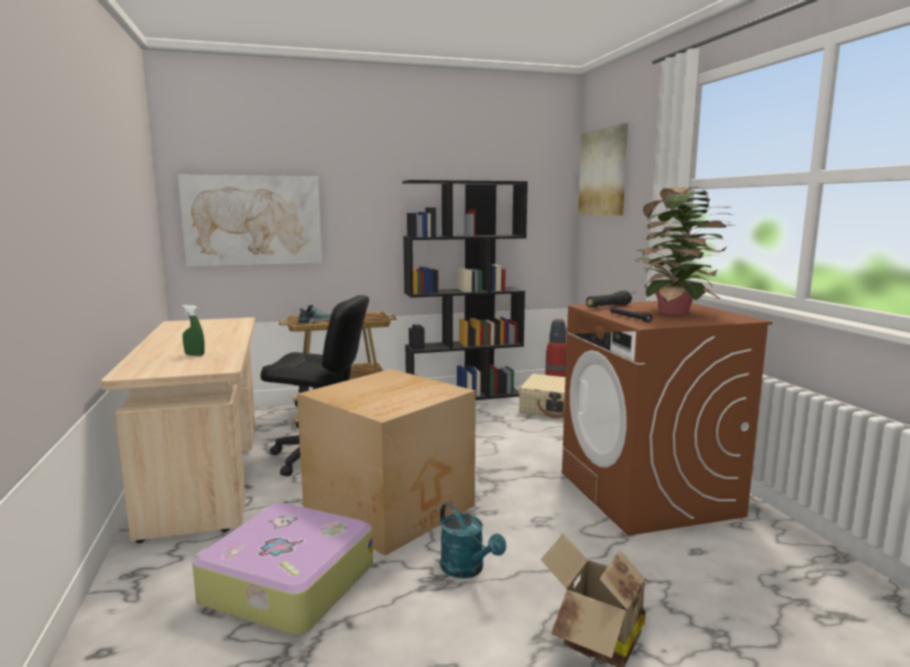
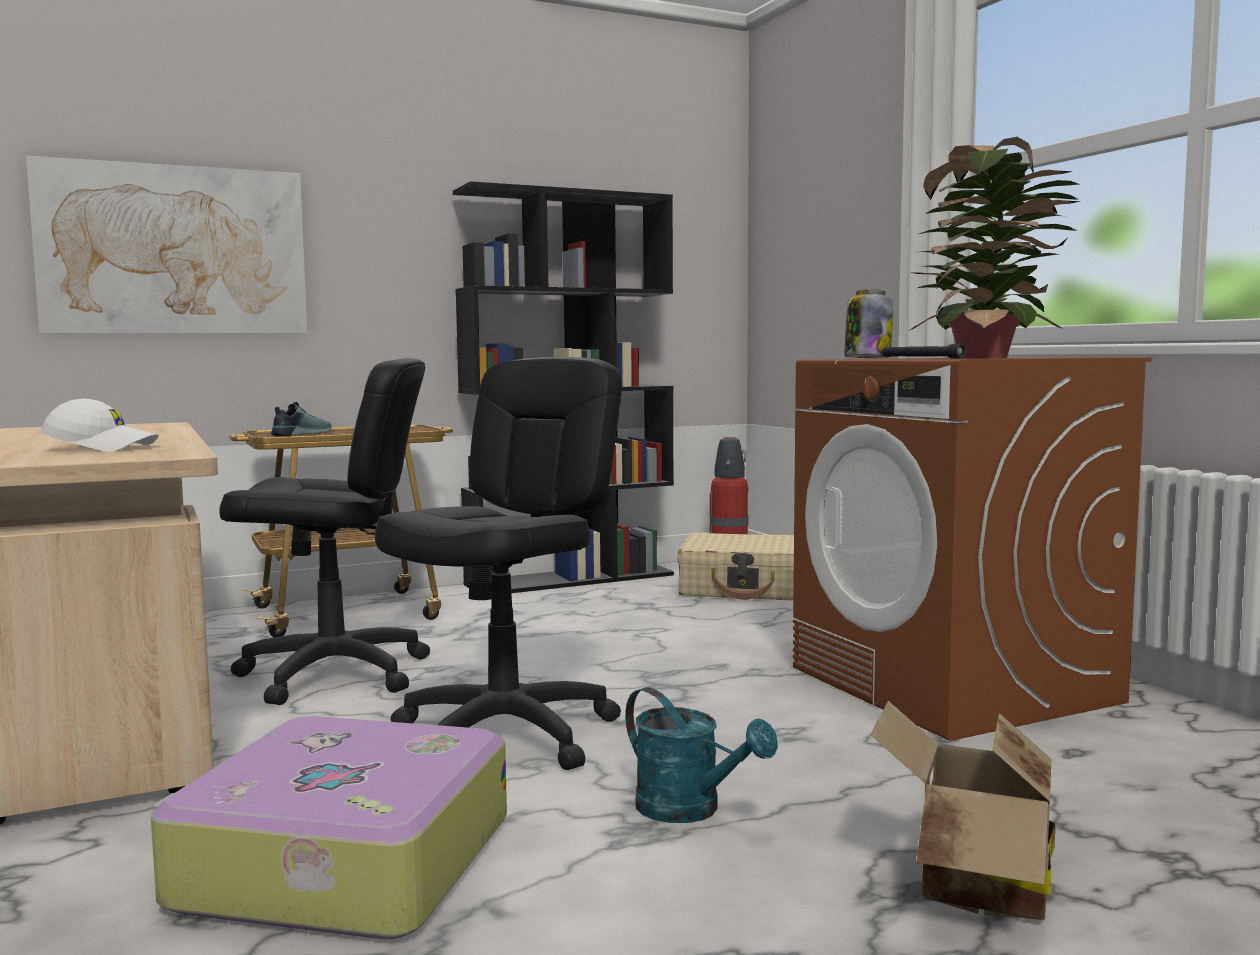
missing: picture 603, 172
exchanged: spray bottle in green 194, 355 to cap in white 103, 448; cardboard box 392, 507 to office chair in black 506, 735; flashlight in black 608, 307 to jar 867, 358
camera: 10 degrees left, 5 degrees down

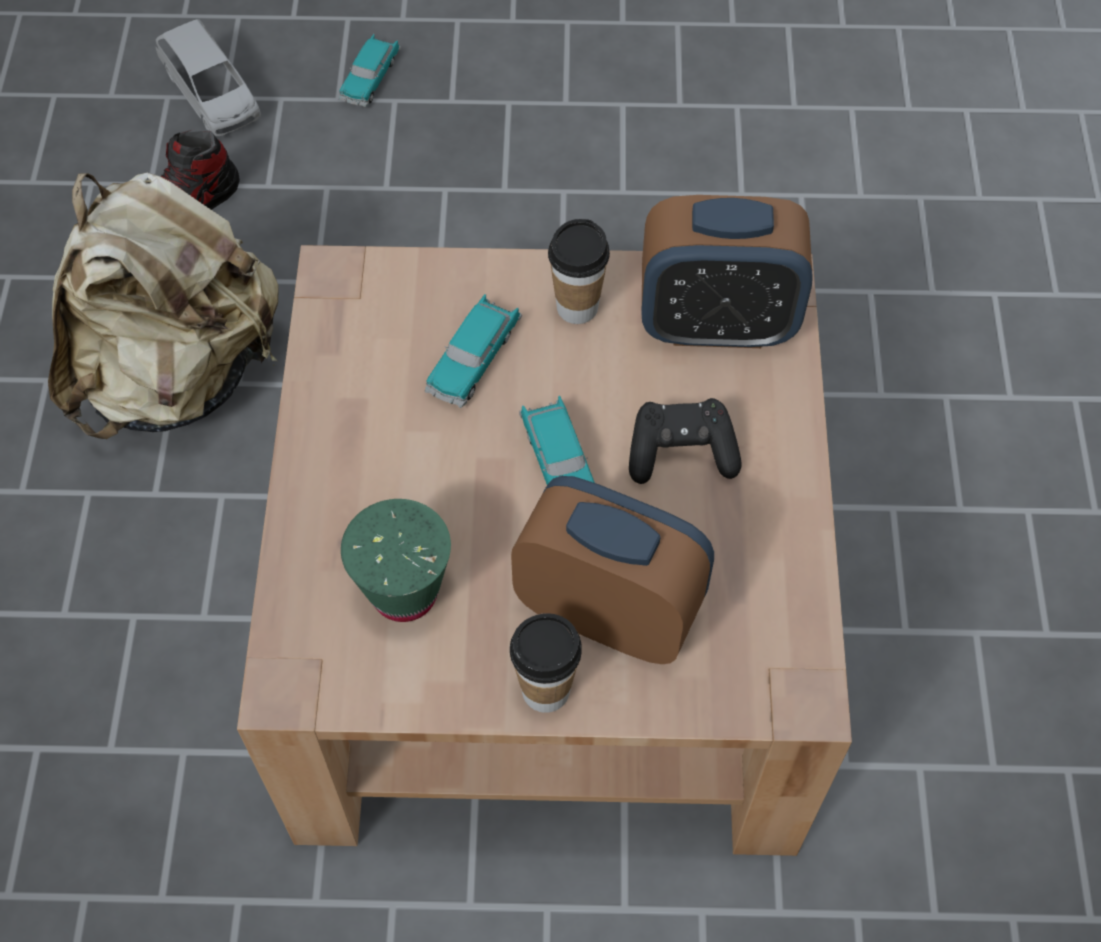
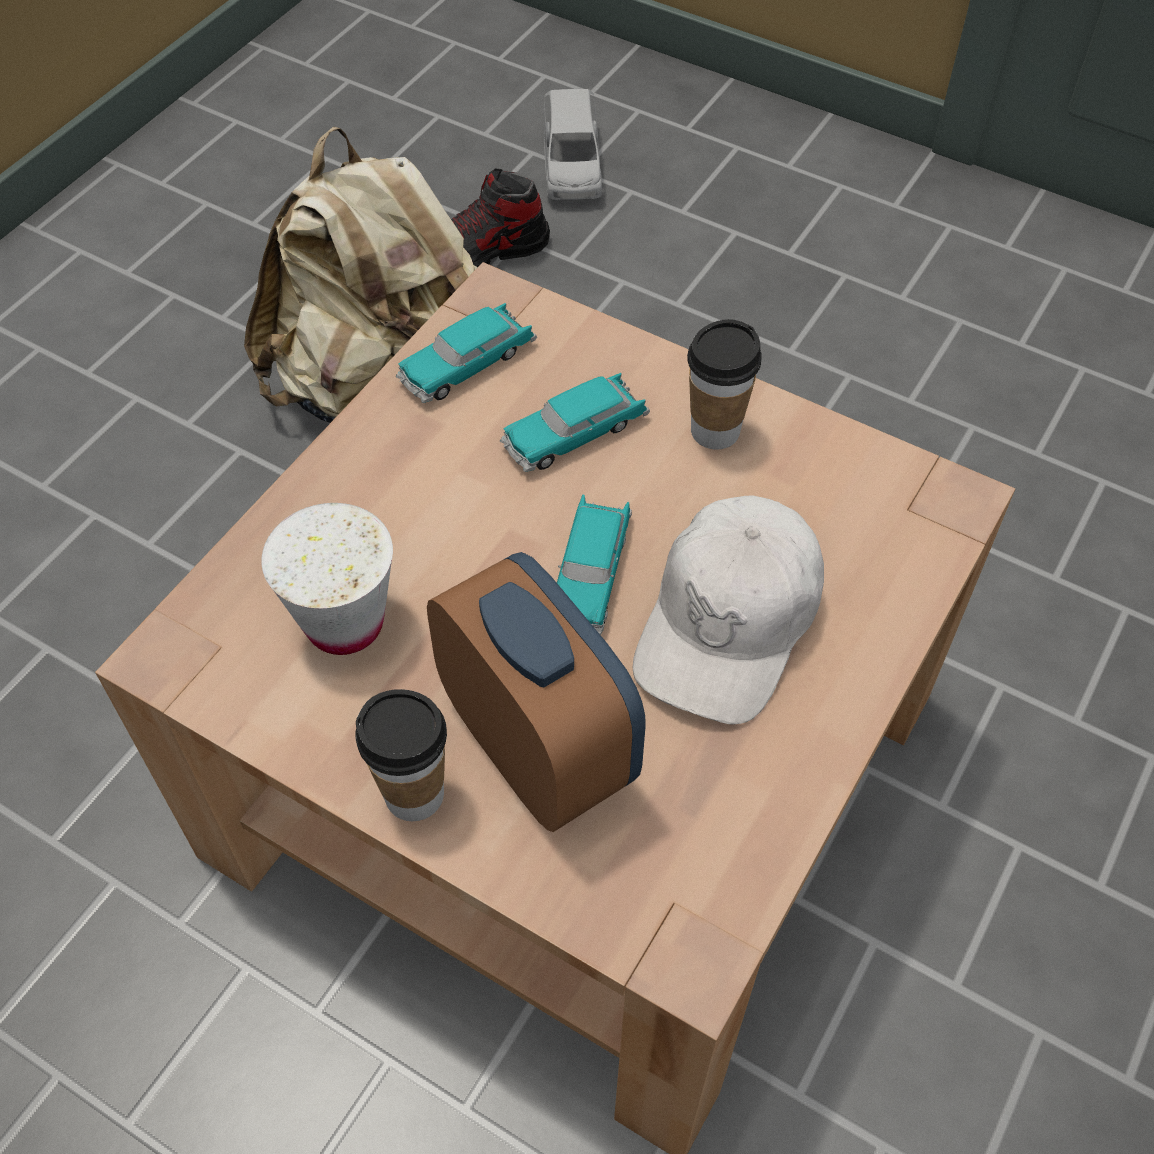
missing: alarm clock 716, 323
relocated: toy car 370, 78 to 467, 364
exchanged: game controller in black 681, 452 to cap in white 729, 623
colour: cup in green 404, 593 to cup in white 344, 623
camera: 30 degrees right, 5 degrees down

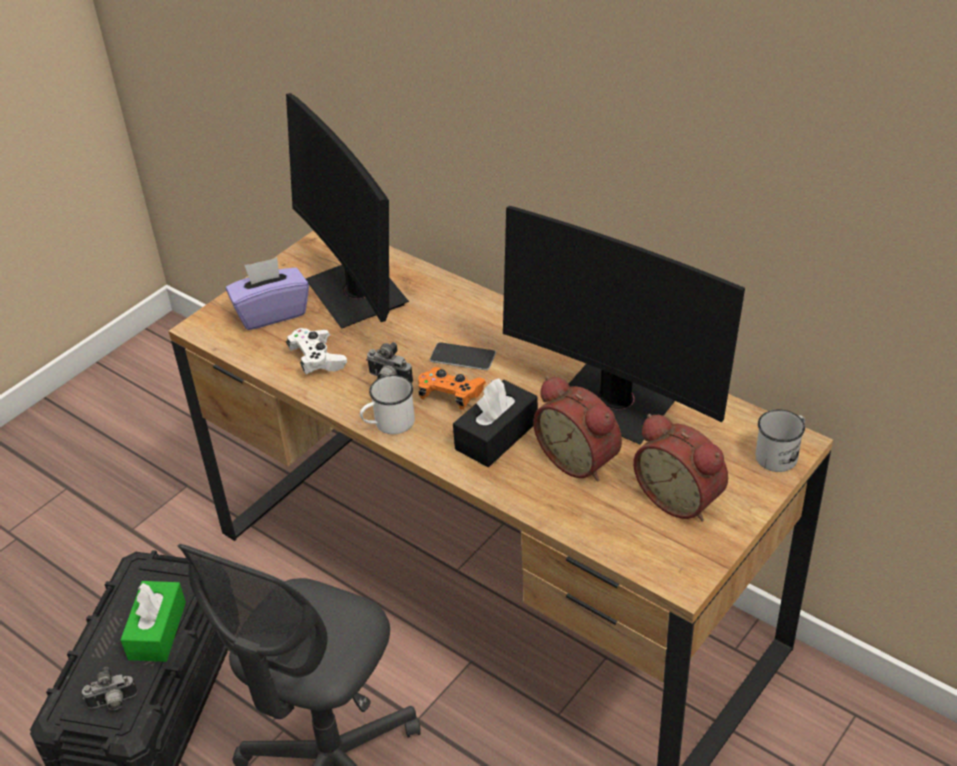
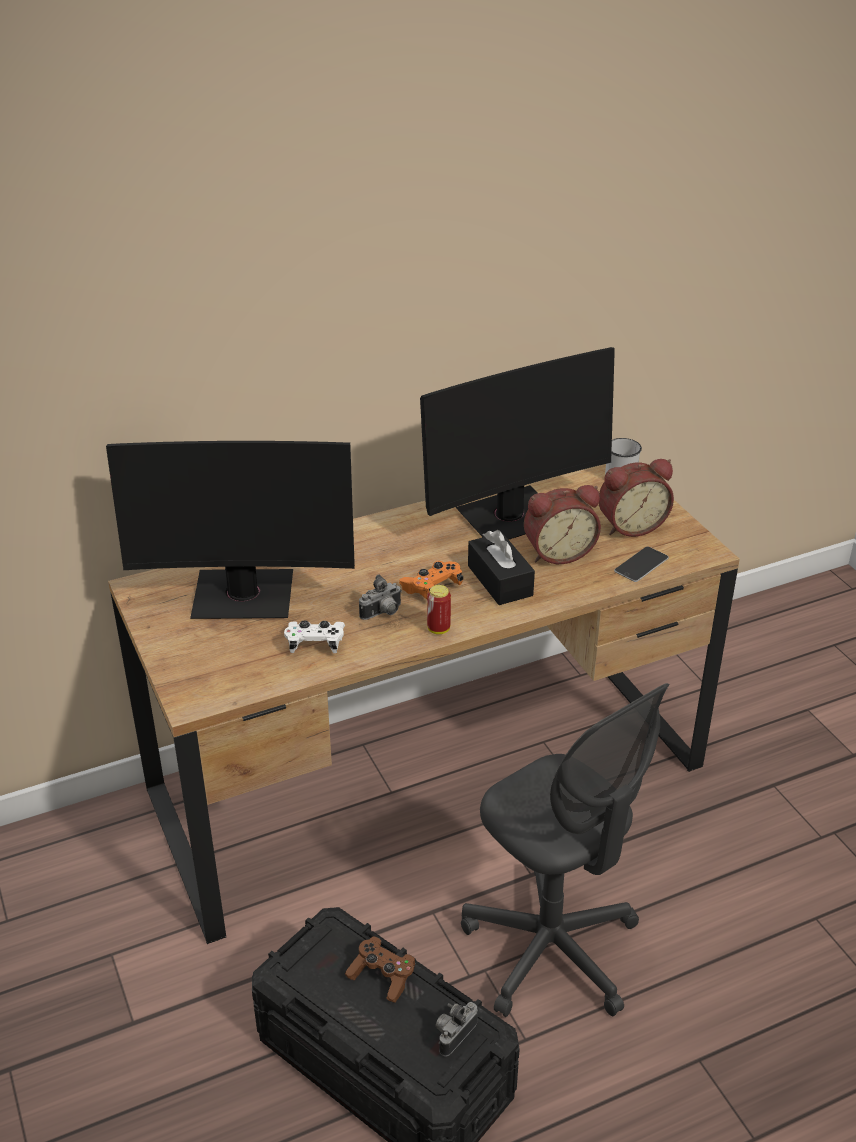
missing: tissue box in purple 271, 312
relocated: phone 462, 357 to 641, 564
exchanged: tissue box in green 157, 630 to game controller in brown 382, 976; mug in white 388, 424 to can 438, 629
spun: photo camera 113, 703 = 453, 1034 150 degrees counterclockwise
camera: 65 degrees left, 5 degrees down

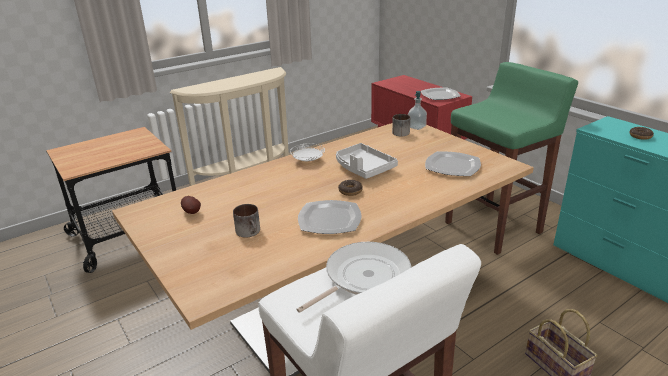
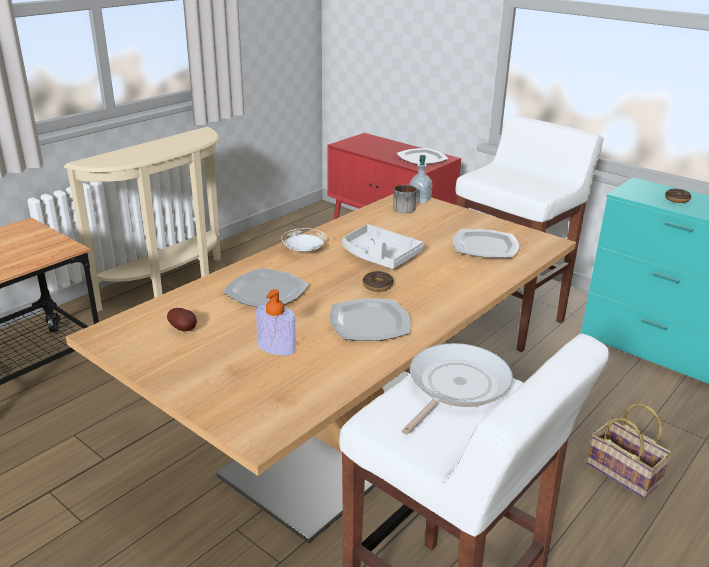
appeared: plate 266, 291
exchanged: mug 250, 232 to soap dispenser 276, 347
colour: stool in green 494, 227 to stool in white 507, 320
camera: 15 degrees left, 0 degrees up

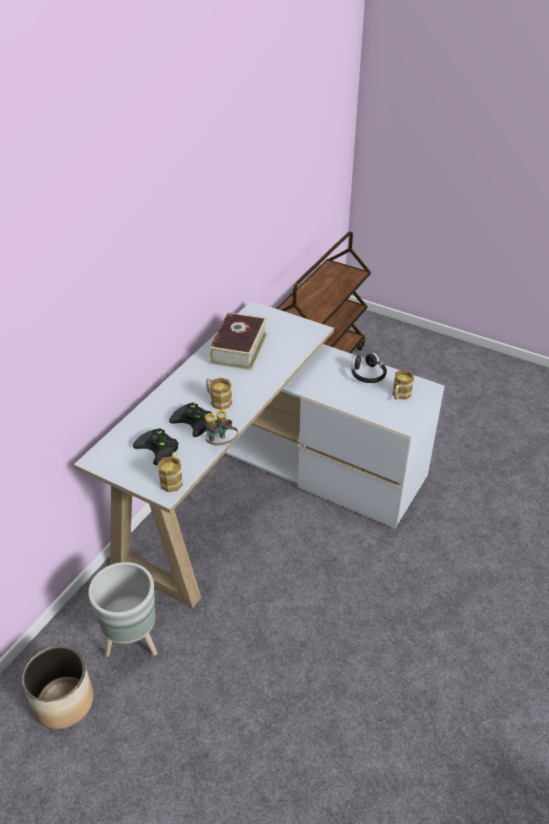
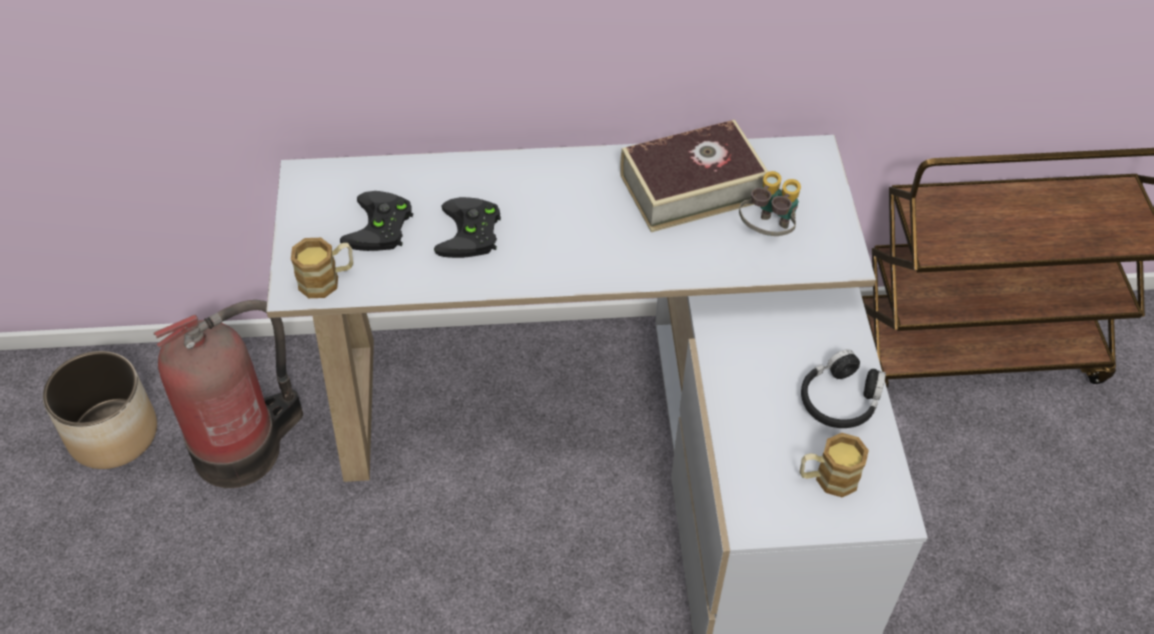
missing: mug 218, 400
relocated: binoculars 220, 444 to 767, 231
exchanged: planter in grey 131, 642 to fire extinguisher 244, 446
camera: 55 degrees right, 10 degrees up

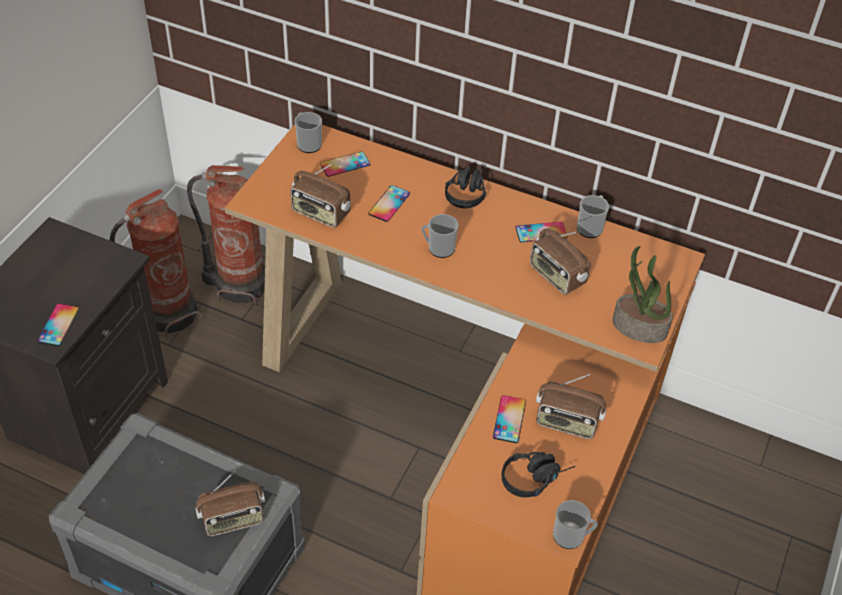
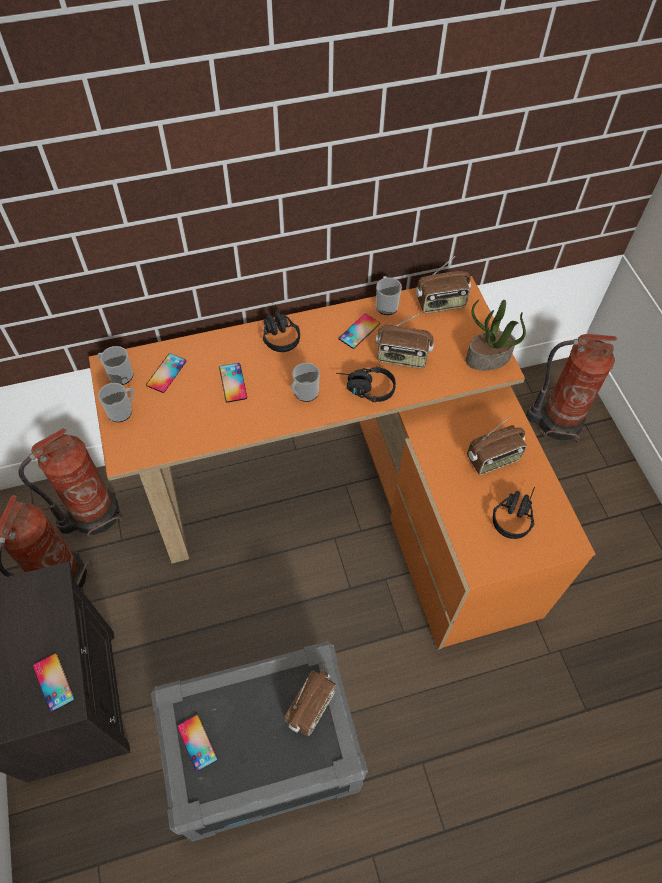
appeared: headphones in black 364, 389; fire extinguisher 556, 421
relocated: mug 572, 536 to 122, 411; phone 509, 419 to 197, 742; radio 320, 213 to 440, 304
camera: 40 degrees left, 10 degrees up

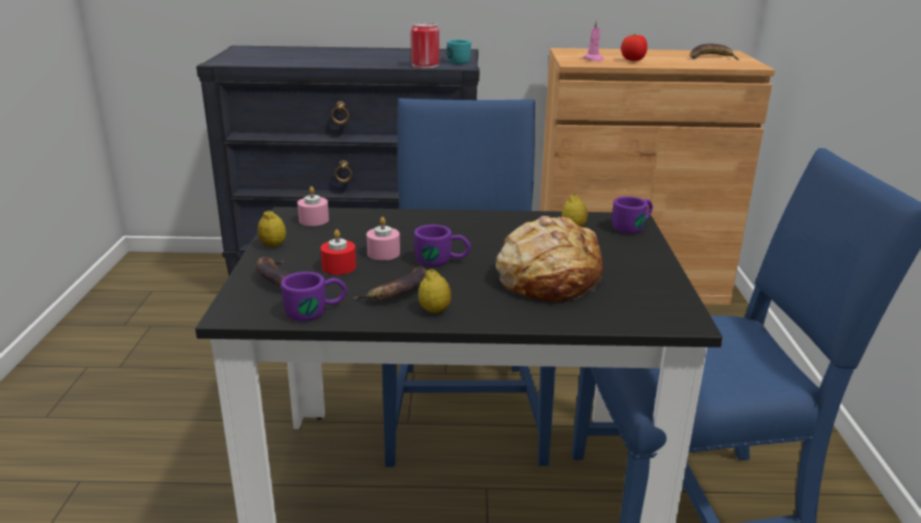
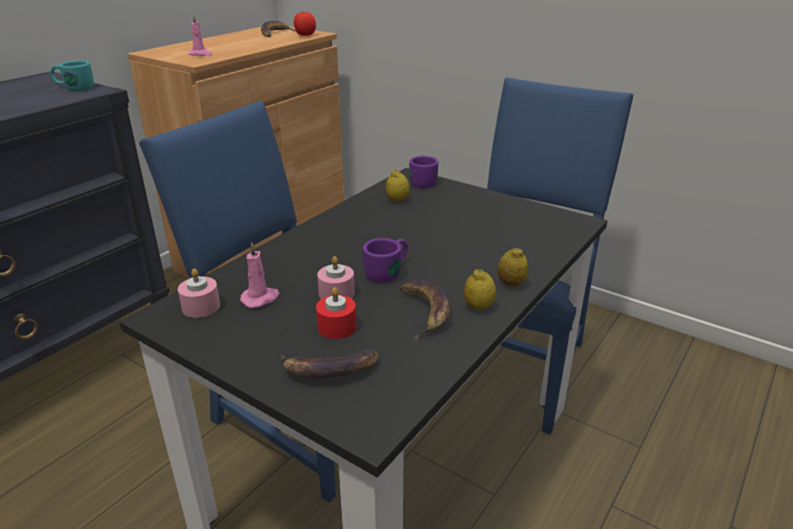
missing: mug in purple 316, 311; can 425, 65; bread 548, 278
appeared: candle in pink 261, 298
relocated: tomato 633, 60 to 305, 35; lemon 273, 245 to 511, 283
camera: 55 degrees left, 5 degrees up

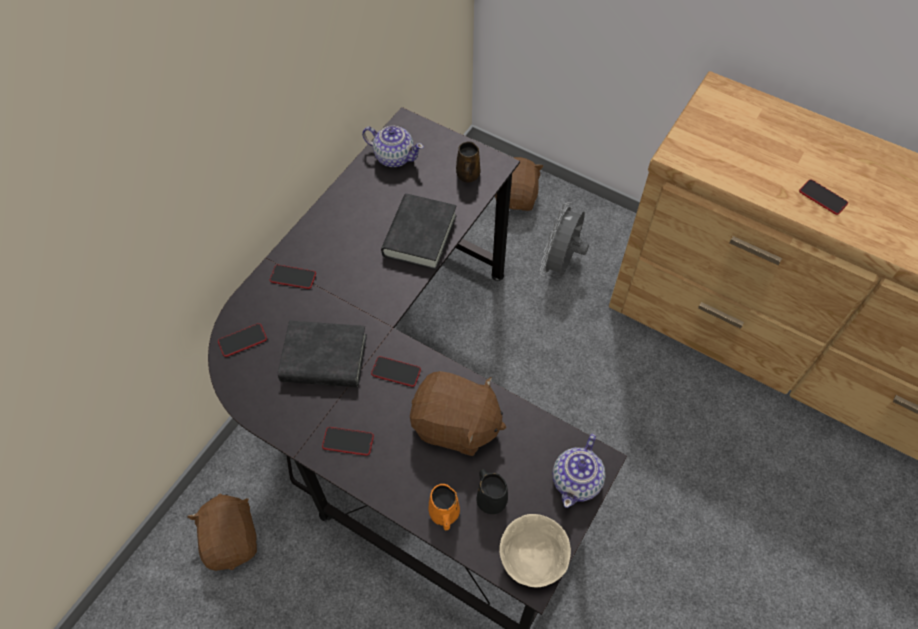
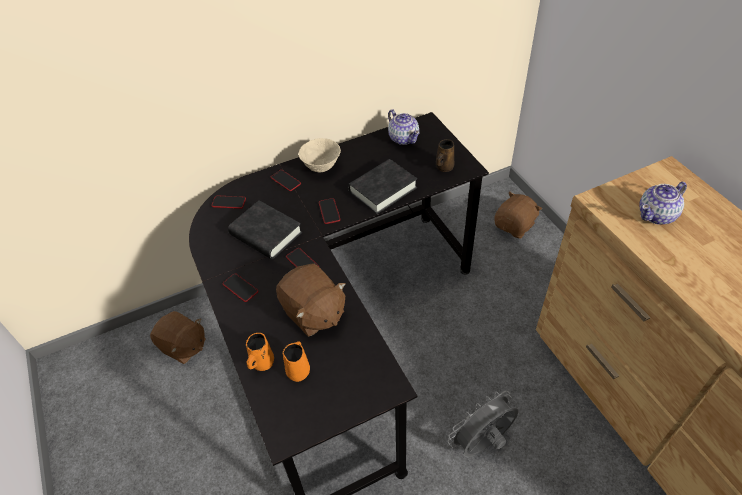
relocated: bowl in beige 532, 558 to 321, 167; phone 822, 197 to 329, 211; fan in grey 561, 265 to 482, 443; teapot 577, 480 to 657, 215
colour: mug in black 490, 499 to mug in orange 298, 370
spun: plush toy in brown 232, 539 = 183, 346 105 degrees clockwise
camera: 35 degrees right, 10 degrees down

